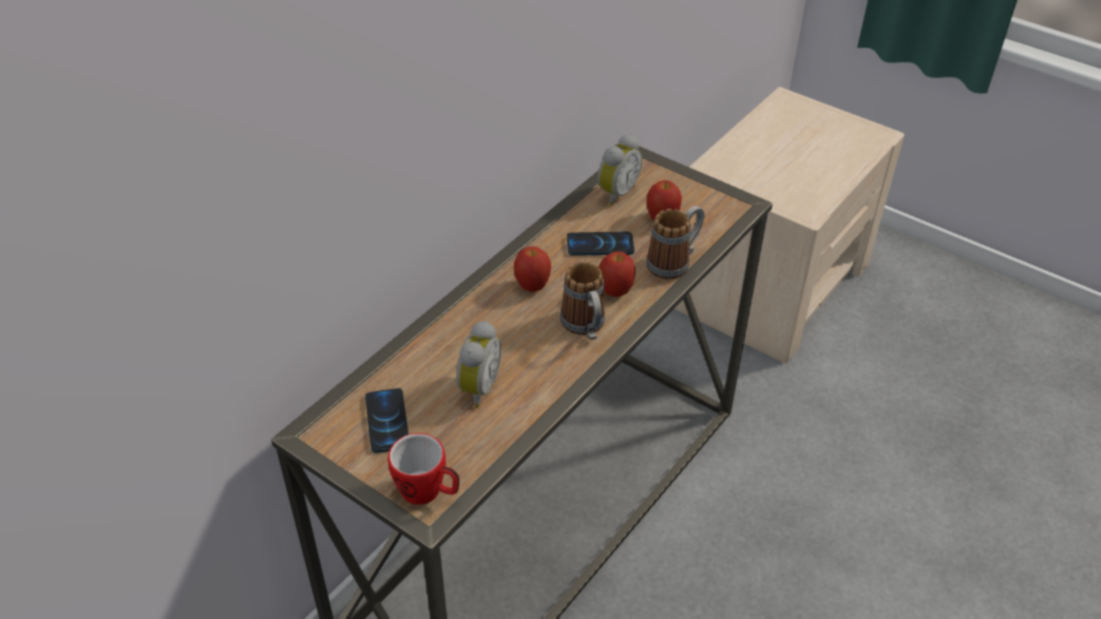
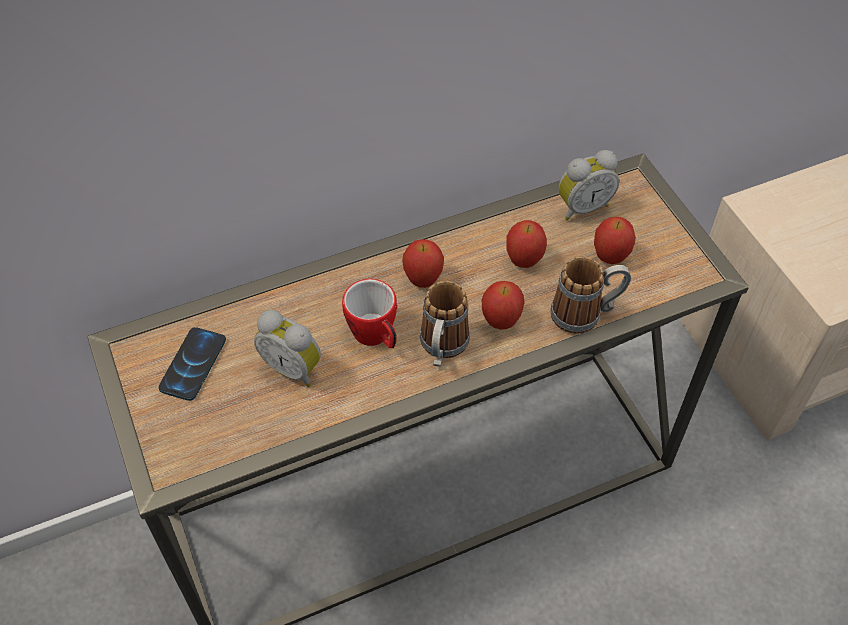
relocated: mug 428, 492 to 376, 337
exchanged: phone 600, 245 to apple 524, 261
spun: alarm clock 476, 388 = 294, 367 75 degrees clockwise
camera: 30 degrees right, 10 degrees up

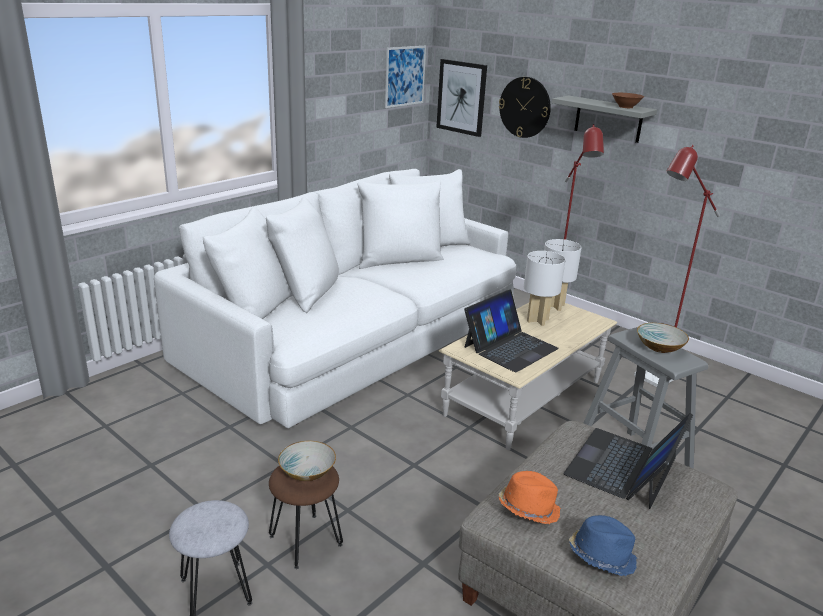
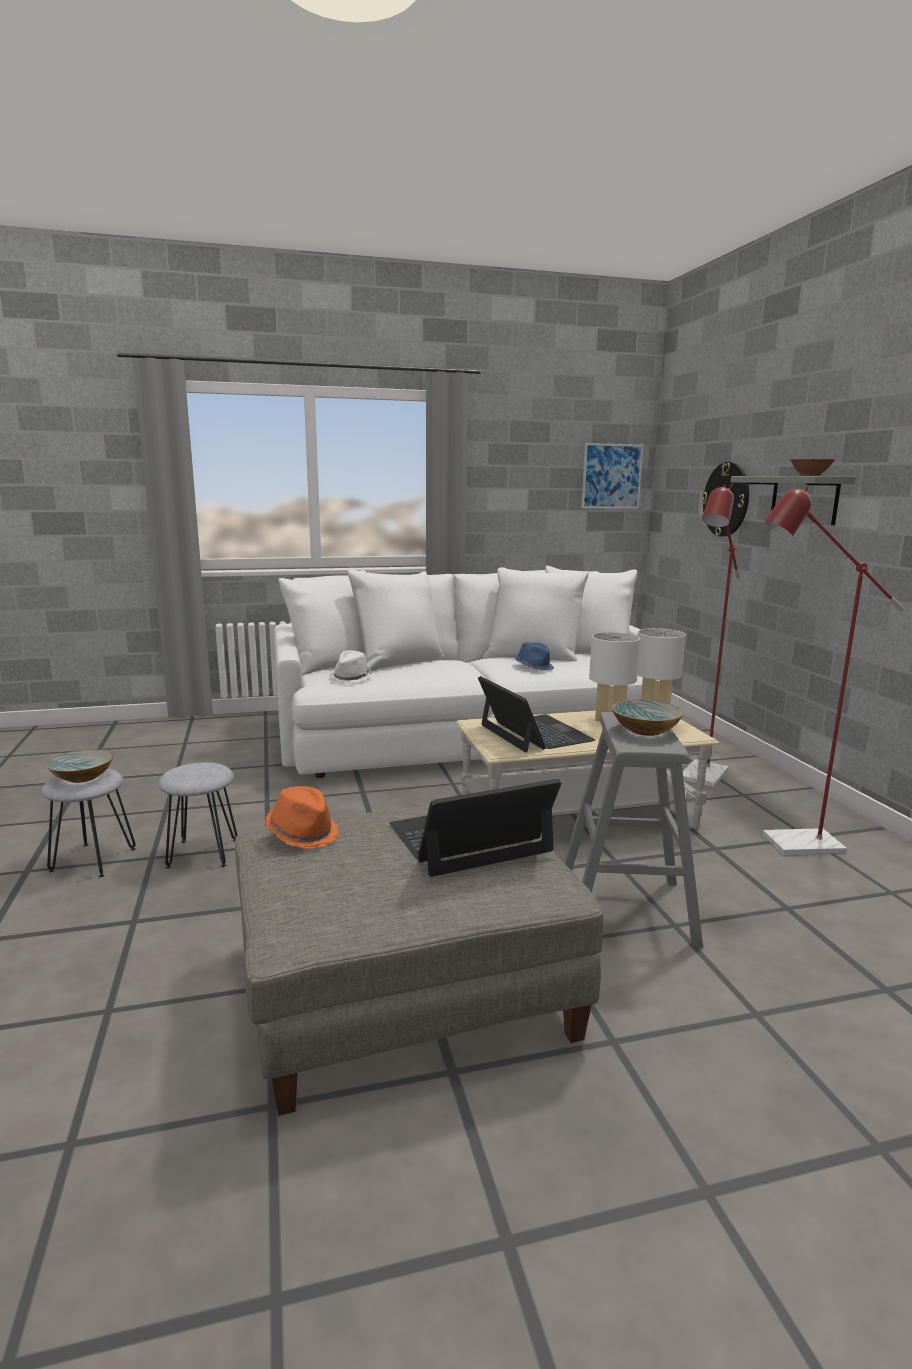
missing: picture 461, 97
appeared: hat in white 351, 678
relocated: bowl 307, 472 to 83, 777; hat in blue 601, 556 to 534, 667
colour: stool in brown 305, 540 to stool in grey 203, 852
spun: laptop 510, 347 = 534, 733 105 degrees counterclockwise
camera: 35 degrees right, 10 degrees down

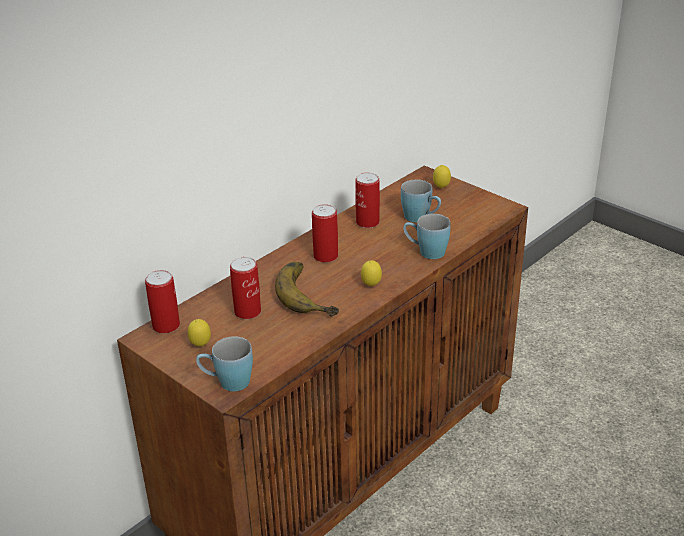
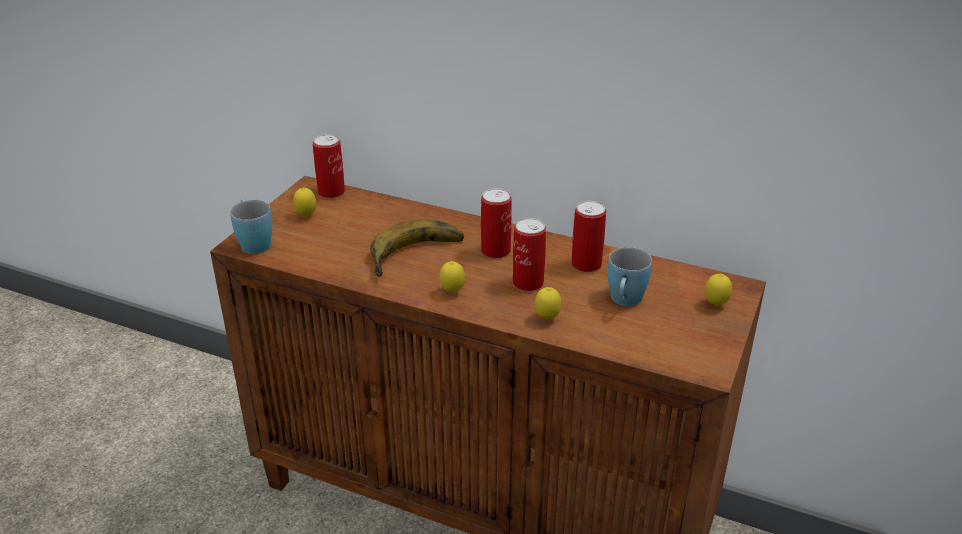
relocated: can 247, 312 to 528, 283
exchanged: mug in blue 426, 252 to lemon 547, 319
camera: 70 degrees right, 0 degrees up

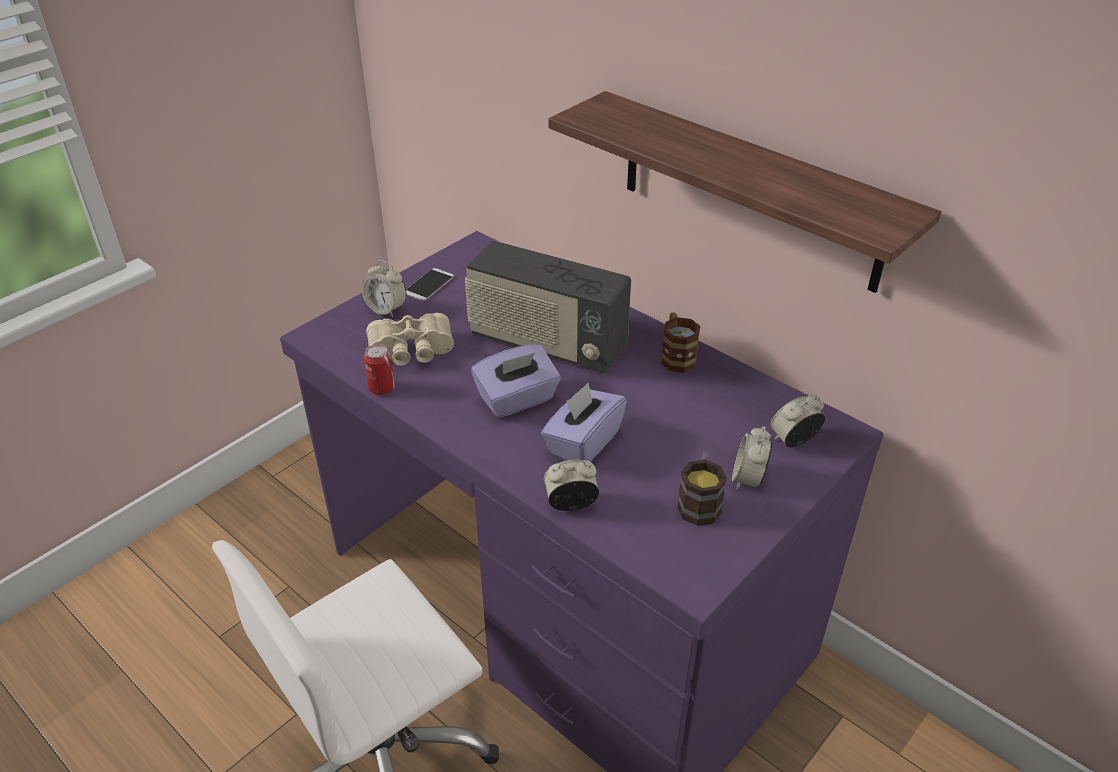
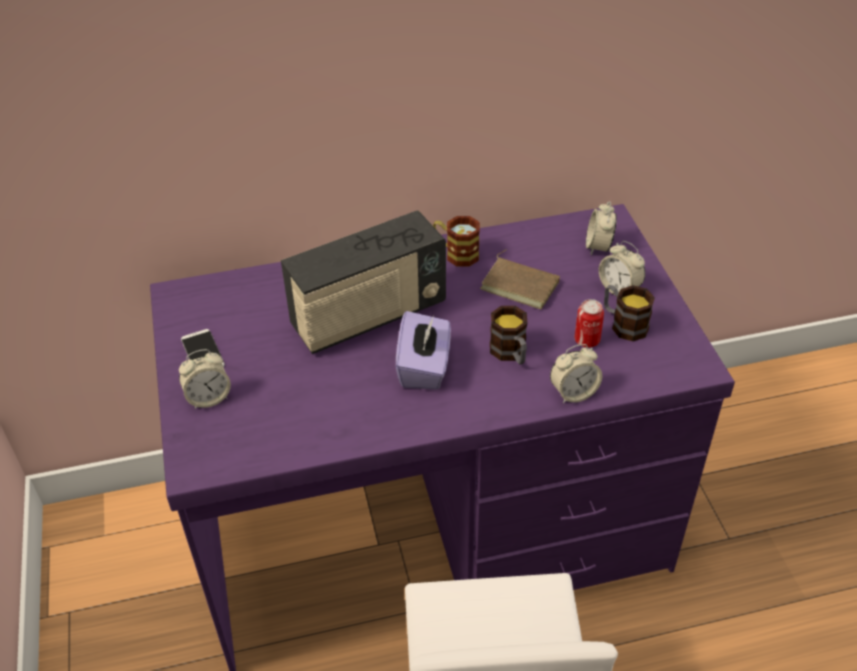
missing: binoculars in beige 411, 352; shelf 749, 191
appeared: book in brown 521, 284
relocated: can 381, 388 to 587, 340
exchanged: tissue box in purple 583, 443 to mug 511, 353
spun: alarm clock 571, 504 = 573, 393 135 degrees counterclockwise
camera: 55 degrees left, 5 degrees up

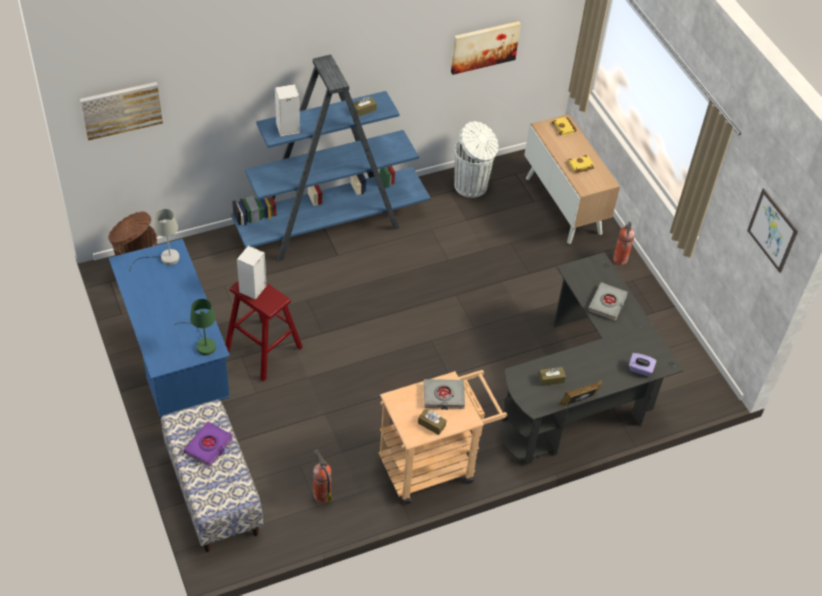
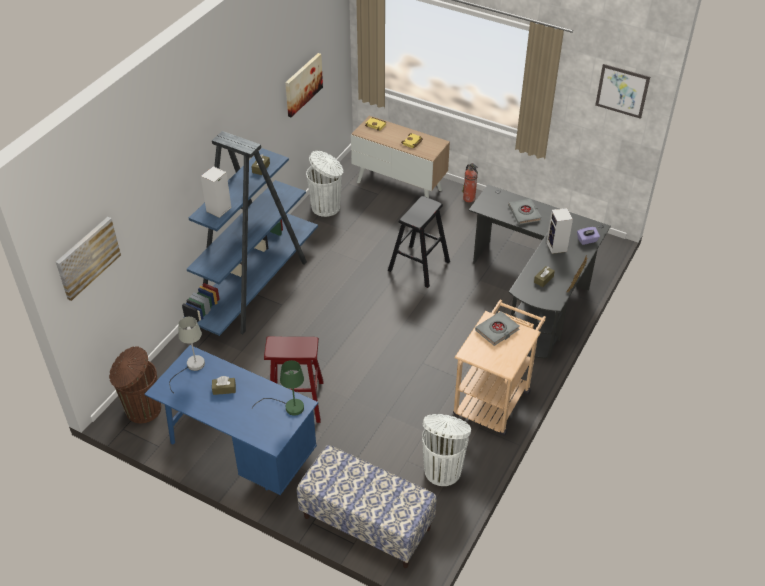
missing: book in purple 209, 446
appeared: stool in black 419, 266
relocated: tissue box in brown 431, 424 to 224, 389; speaker 252, 290 to 557, 247
exchanged: fire extinguisher 321, 494 to trash can in white 443, 469
camera: 35 degrees left, 5 degrees down

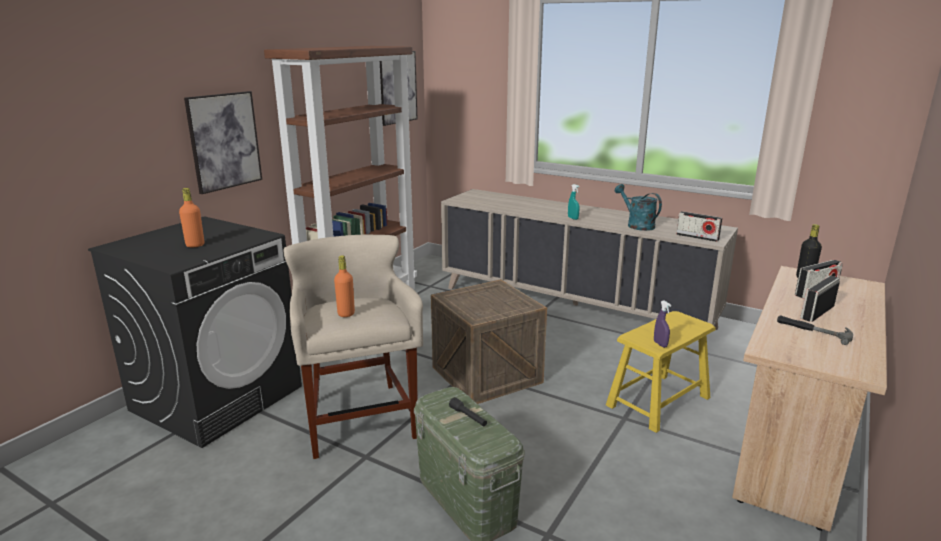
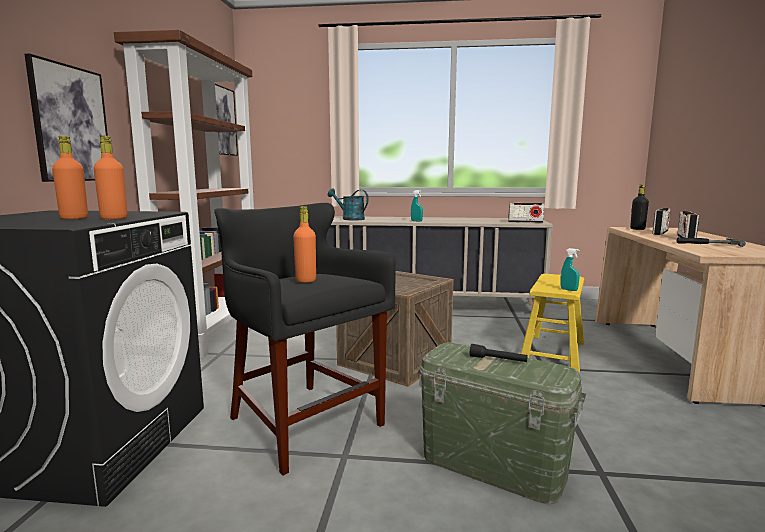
appeared: bottle in orange 114, 218
relocated: watering can in turquoise 636, 225 to 349, 219
colour: stool in beige 359, 420 to stool in black 304, 424; spray bottle in purple 660, 344 to spray bottle in turquoise 568, 290
camera: 25 degrees left, 10 degrees down

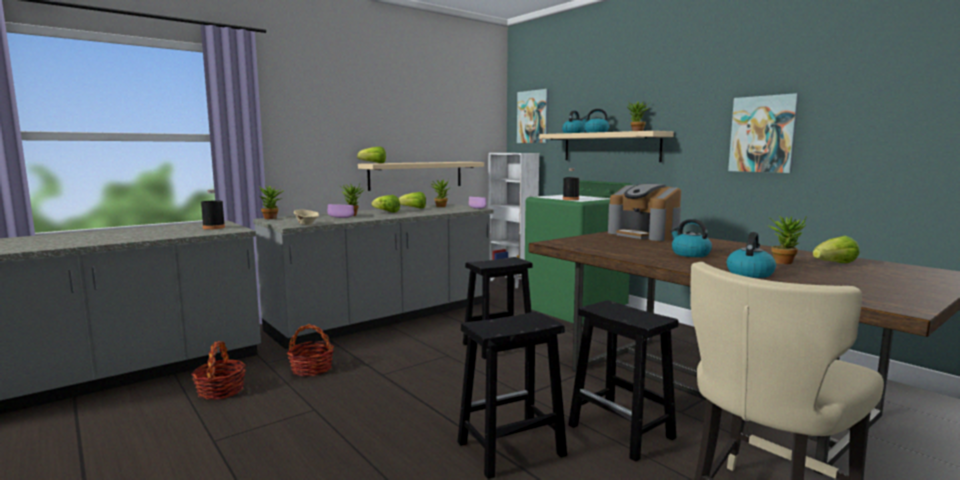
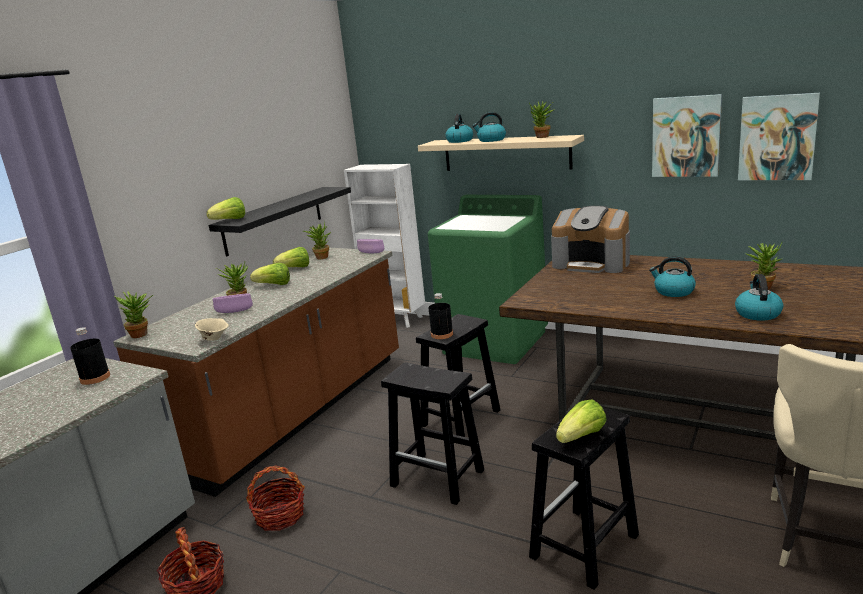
relocated: stool in black 622, 432 to 439, 478; bottle in black 570, 199 to 442, 334; lettuce 834, 264 to 582, 437; picture 533, 117 to 777, 137
colour: counter in grey 385, 317 to counter in brown 295, 412; shelf in beige 416, 175 to shelf in black 274, 220
camera: 20 degrees left, 10 degrees up

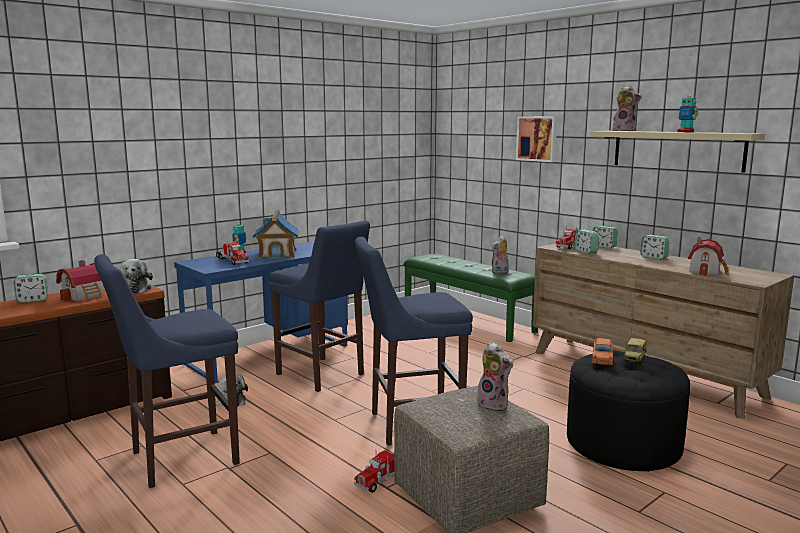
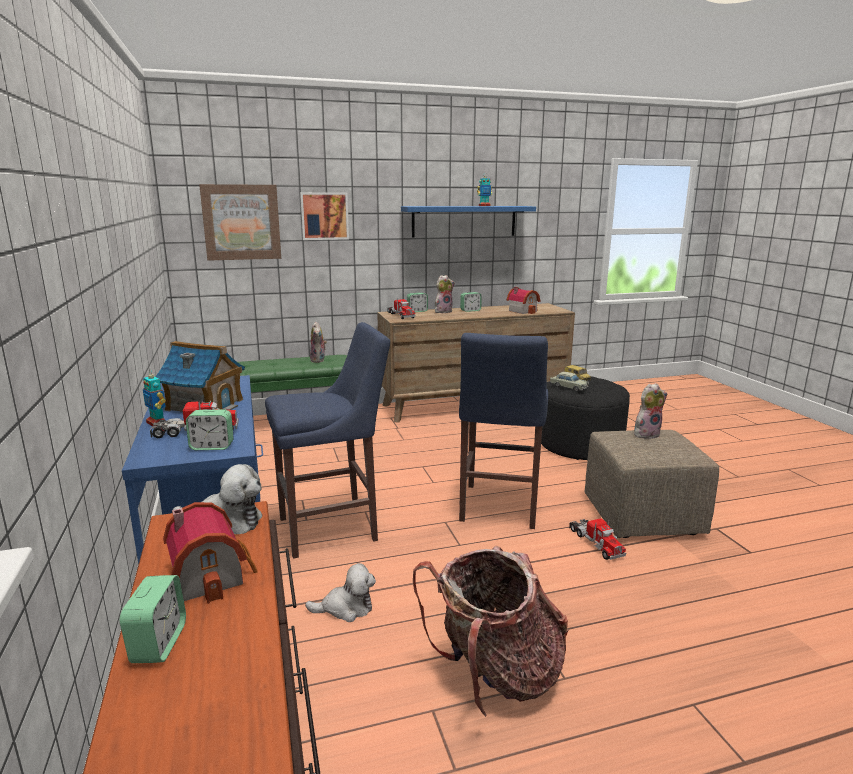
appeared: picture 241, 222
relocated: alarm clock 585, 251 to 212, 446; plush toy 625, 131 to 443, 311
exchanged: stool in blue 178, 459 to backpack 495, 675
colour: shelf in beige 677, 150 to shelf in blue 464, 221; toy car in orange 602, 359 to toy car in beige 568, 387
camera: 65 degrees left, 5 degrees up

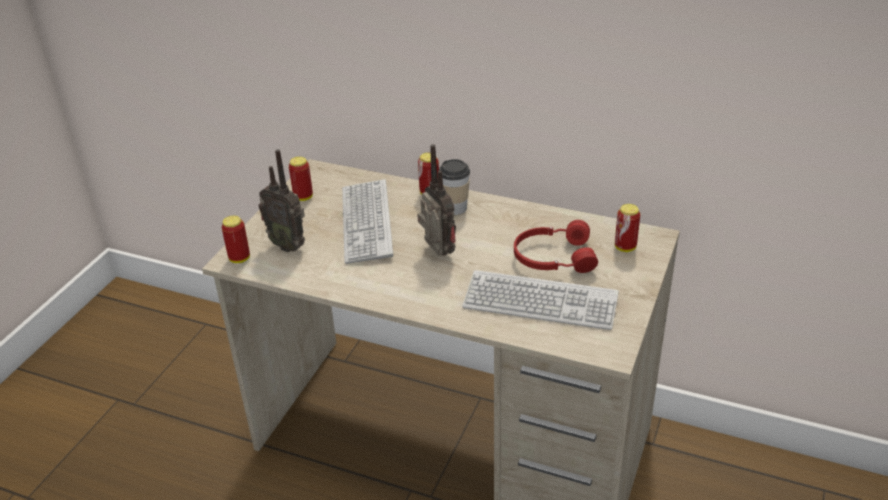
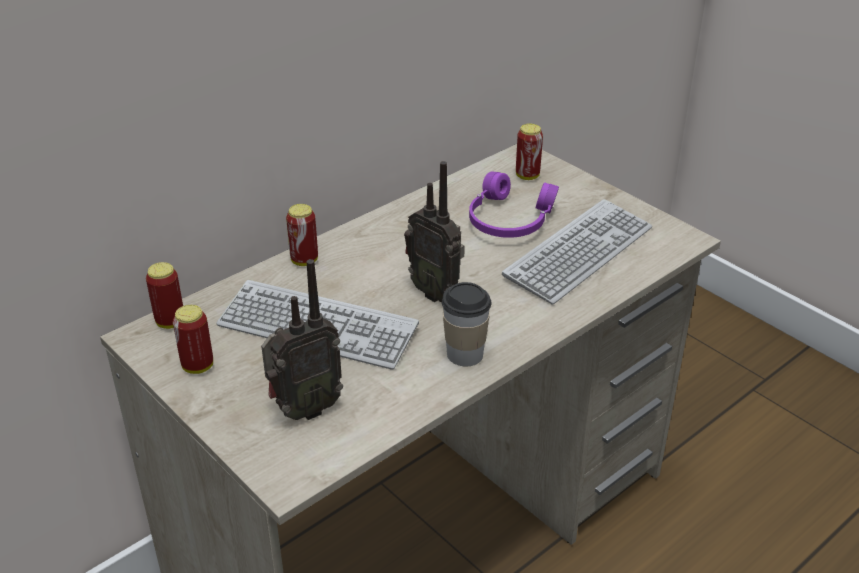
relocated: can 239, 258 to 170, 322; cup 455, 208 to 465, 354
colour: headphones in red 553, 257 to headphones in purple 508, 220
spun: radio 437, 254 = 436, 292 135 degrees counterclockwise
camera: 65 degrees left, 0 degrees up

